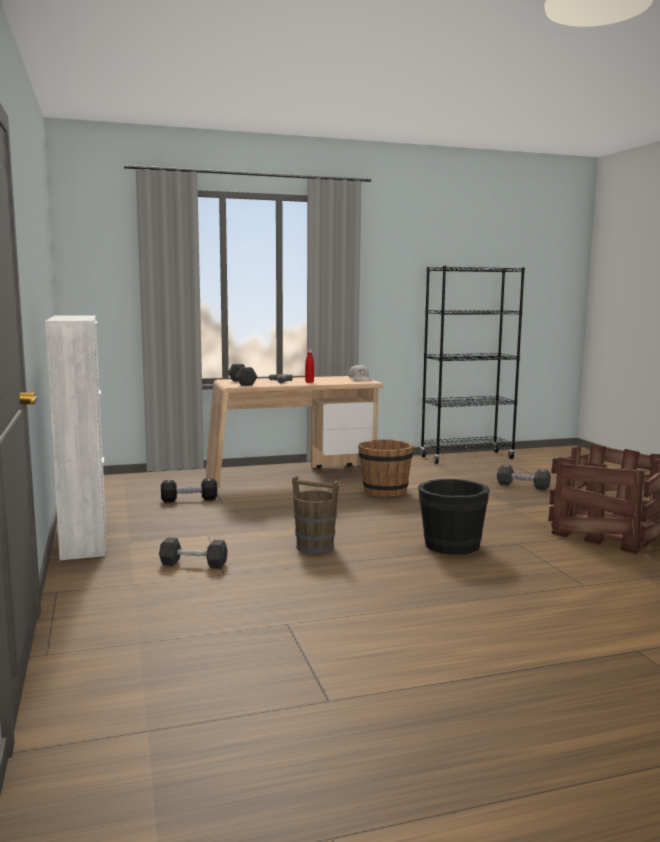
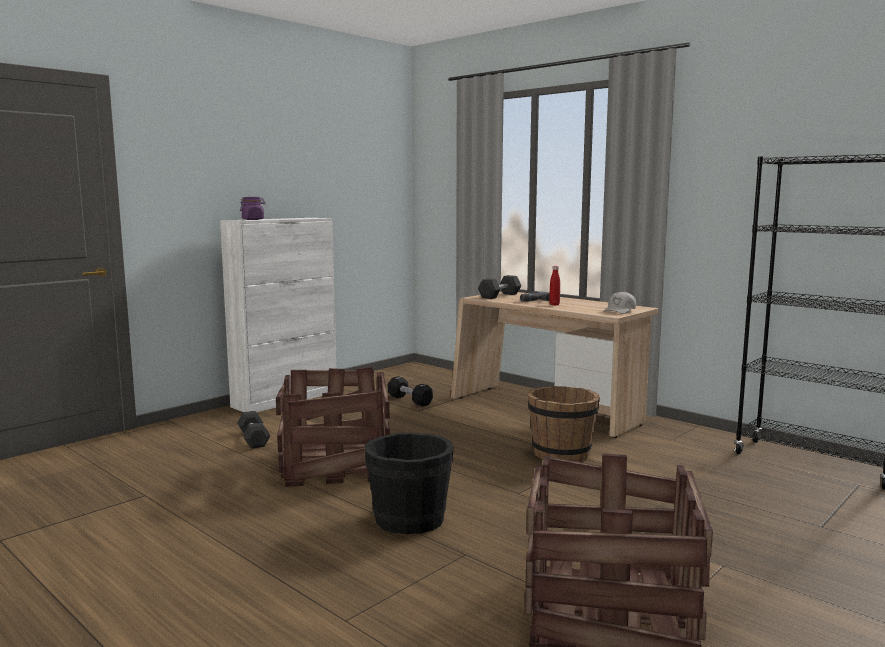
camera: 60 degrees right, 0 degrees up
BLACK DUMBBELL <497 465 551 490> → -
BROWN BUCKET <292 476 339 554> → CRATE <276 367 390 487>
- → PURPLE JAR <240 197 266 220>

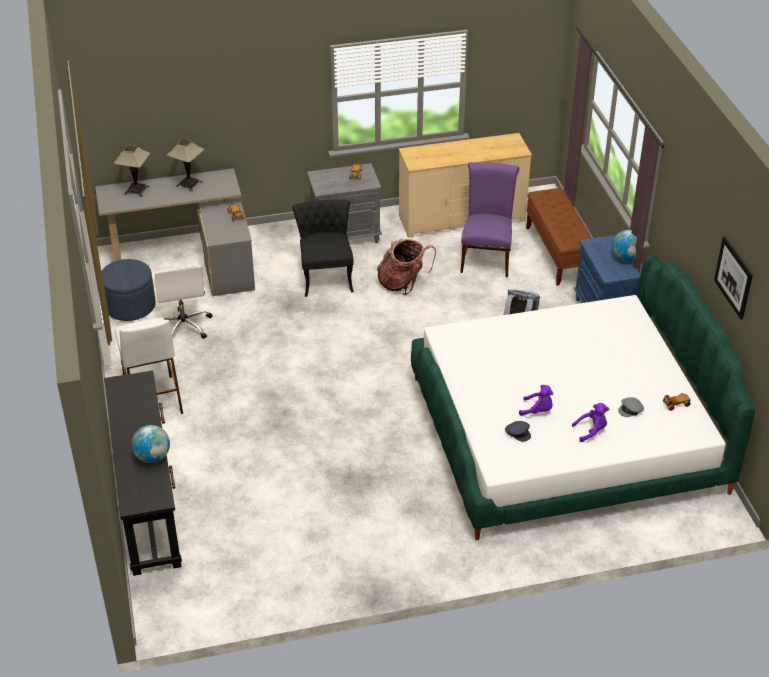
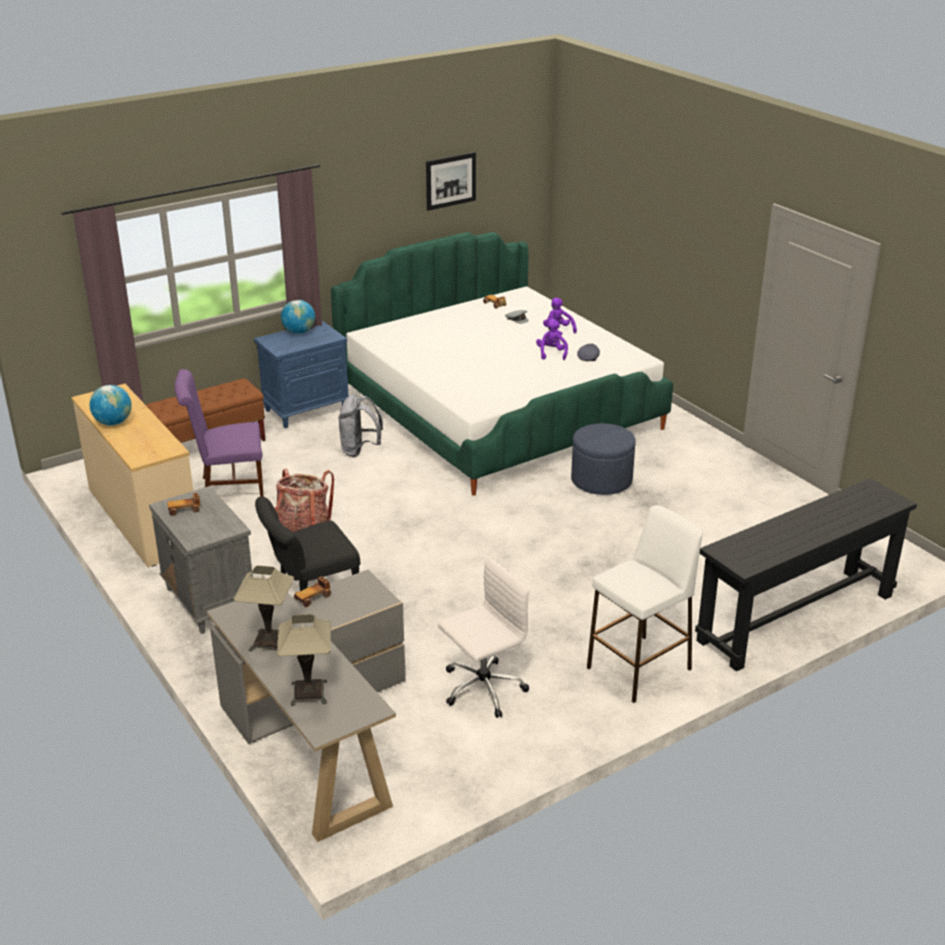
camera: 110 degrees left, 10 degrees down
BLUE OTTOMAN <102 259 155 321> → BLUE OTTOMAN <571 423 635 495>, shifted
GLOBE <131 425 170 463> → GLOBE <90 385 132 425>, shifted

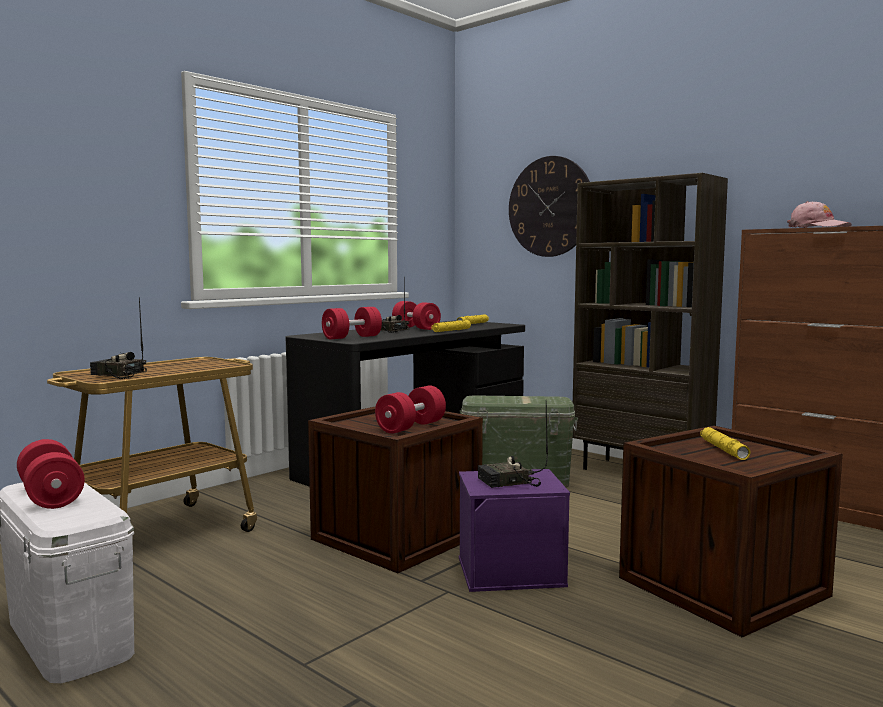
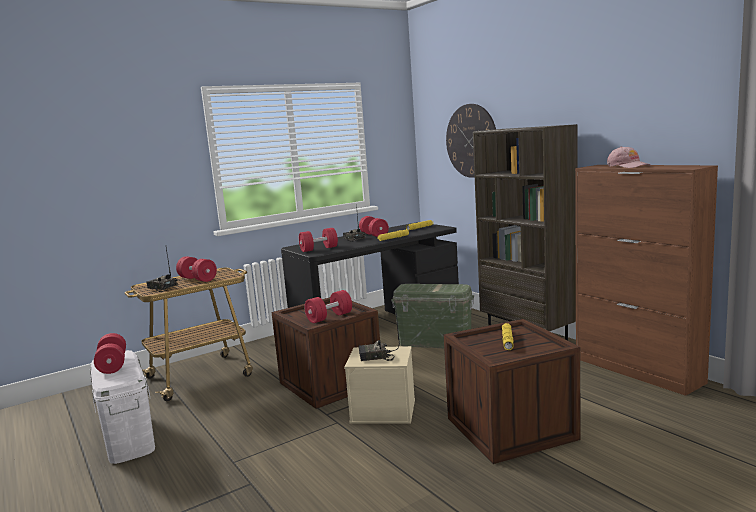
camera: 15 degrees right, 5 degrees up
PURPLE STORAGE BOX <459 469 570 592> → BEIGE STORAGE BOX <344 346 415 424>
- → RED DUMBBELL <176 256 217 282>

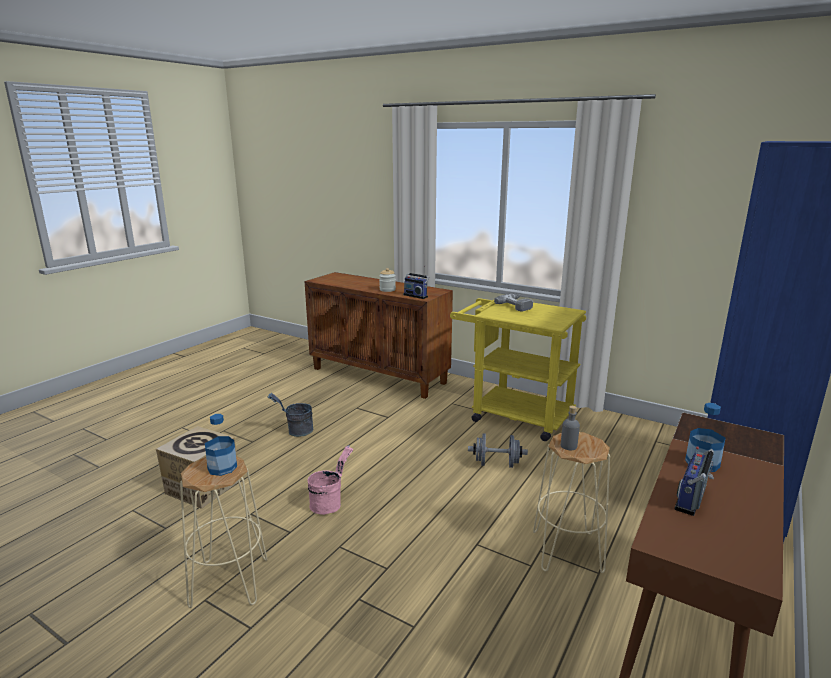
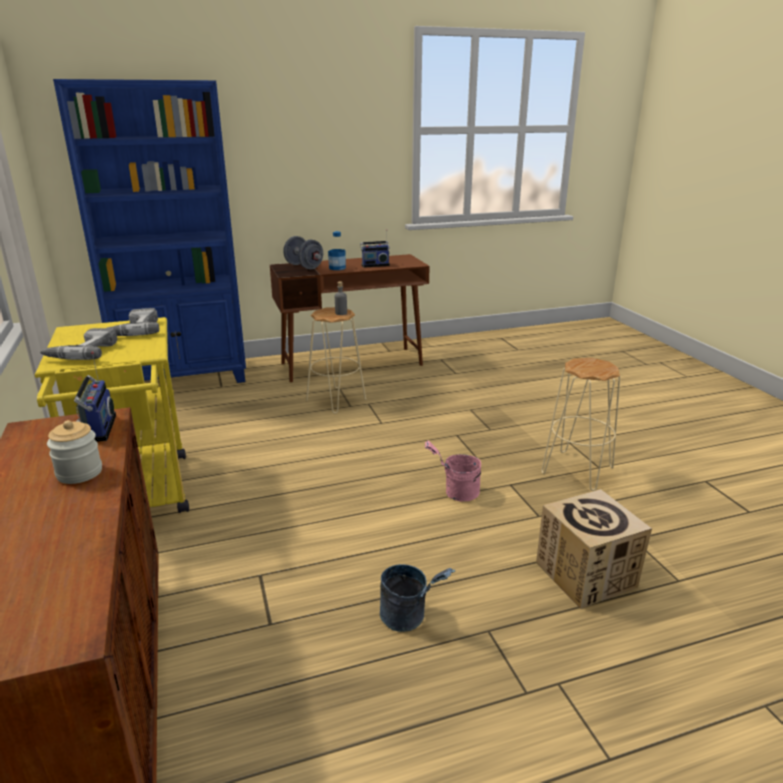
camera: 140 degrees left, 5 degrees up
BOTTLE <205 414 237 476> → -
GREY DUMBBELL <468 433 528 468> → GREY DUMBBELL <283 236 323 269>, shifted
- → POWER DRILL <107 308 159 336>

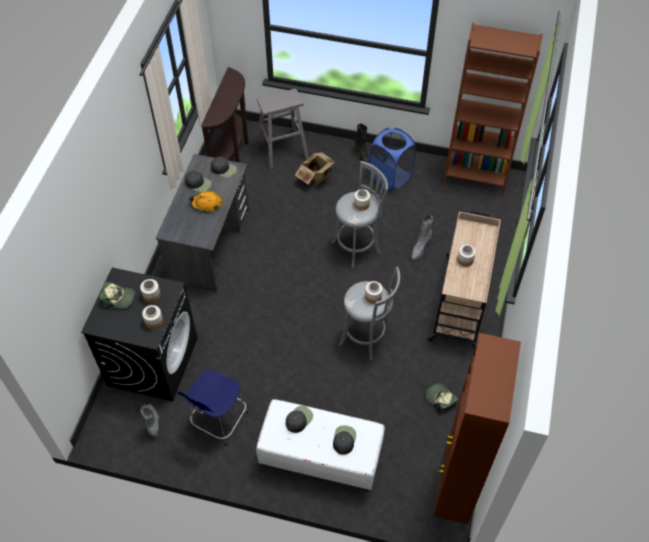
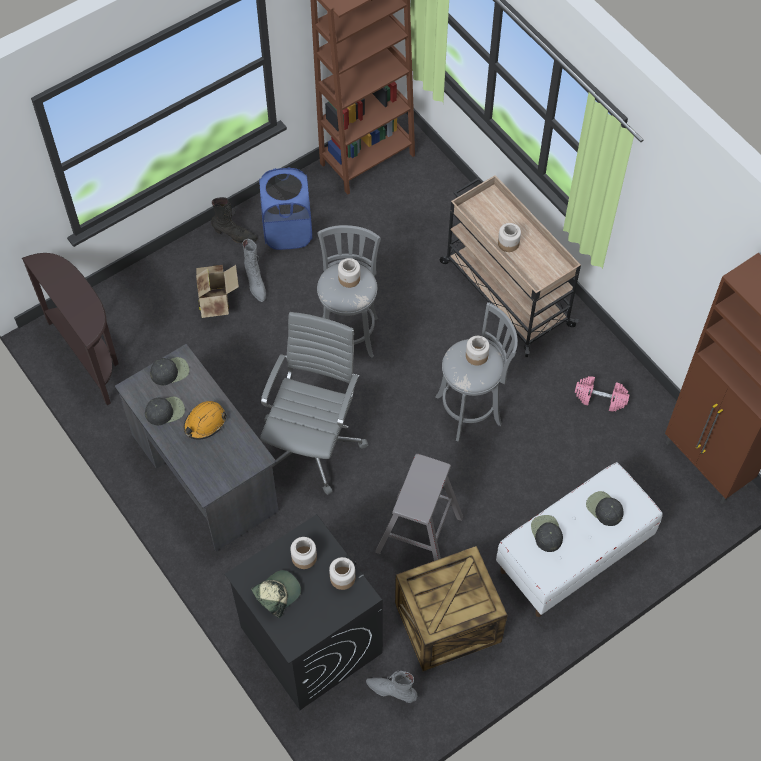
camera: 50 degrees left, 5 degrees up
GREY STOOL <257 89 309 169> → GREY STOOL <375 454 463 561>, shifted
GREY BOOT <412 215 433 260> → GREY BOOT <243 239 266 302>, shifted
BLUE STOOL <178 370 248 446> → CRATE <395 546 507 671>
CAP <426 383 459 412> → PINK DUMBBELL <575 376 629 412>
- → GREY OFFICE CHAIR <260 312 368 495>

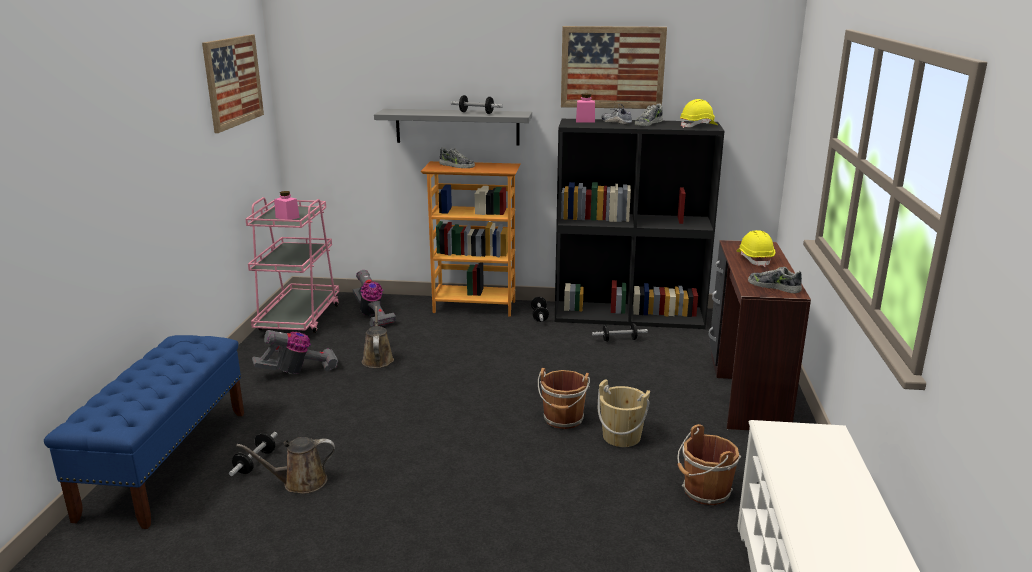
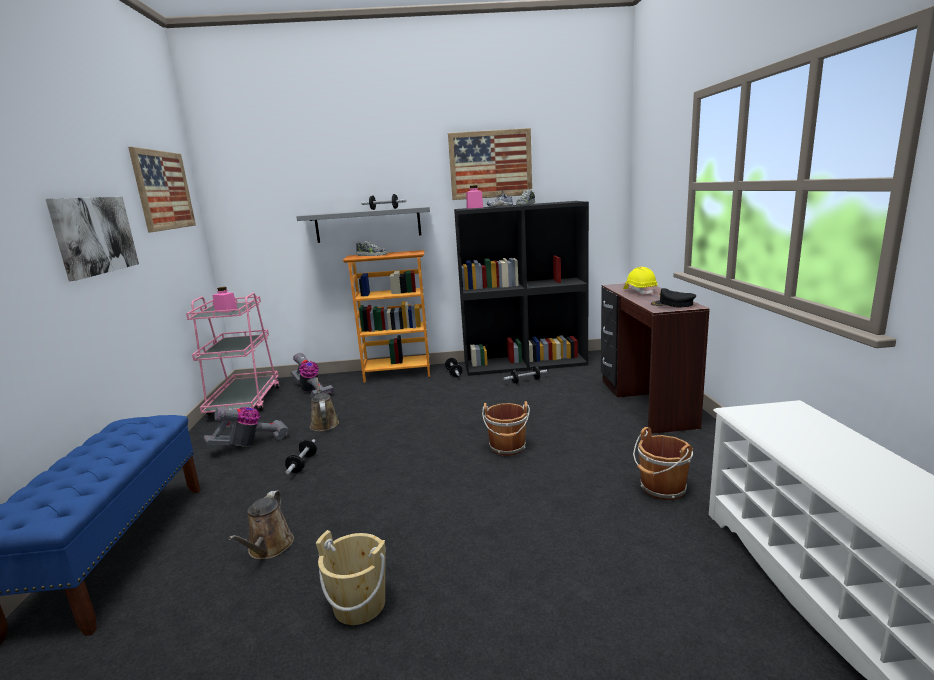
camera: 10 degrees left, 5 degrees down
YELLOW HARD HAT <680 99 718 128> → -
SHOE <748 267 802 293> → BLACK CAP <651 288 696 308>
BEIGE BUCKET <598 379 650 447> → BEIGE BUCKET <316 530 386 625>, shifted
DUMBBELL <229 432 278 476> → DUMBBELL <285 439 317 474>, shifted
BROWN WATERING CAN <236 437 335 494> → BROWN WATERING CAN <228 491 294 559>, 60 degrees counterclockwise
- → PICTURE <46 197 139 281>

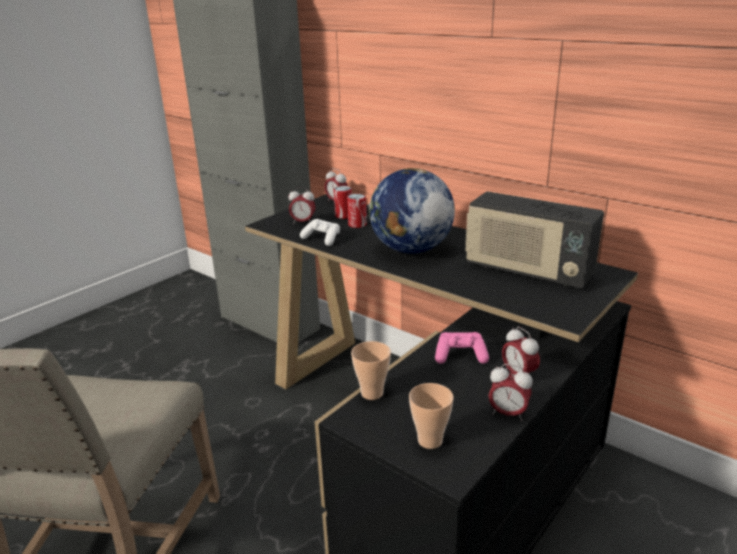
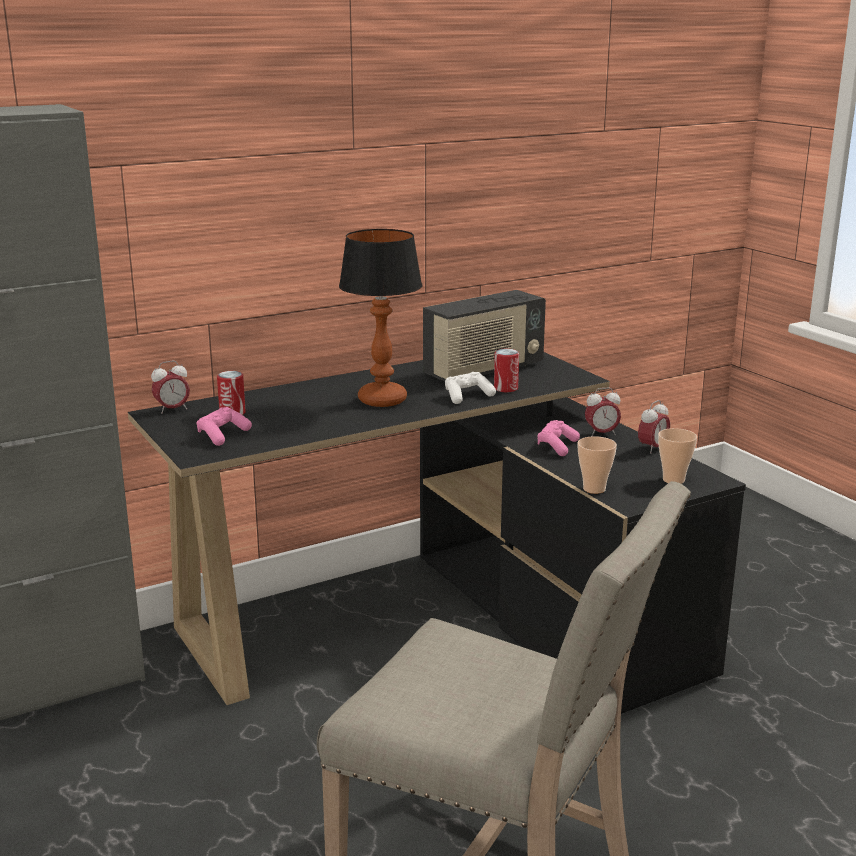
camera: 70 degrees left, 5 degrees down
GLOBE <369 168 455 254> → TABLE LAMP <339 229 422 407>
ALARM CLOCK <289 187 316 224> → PINK GAME CONTROLLER <197 407 252 446>
CAN <347 194 367 228> → CAN <494 349 519 392>, shifted
WHITE GAME CONTROLLER <300 219 340 246> → WHITE GAME CONTROLLER <445 372 496 404>, shifted

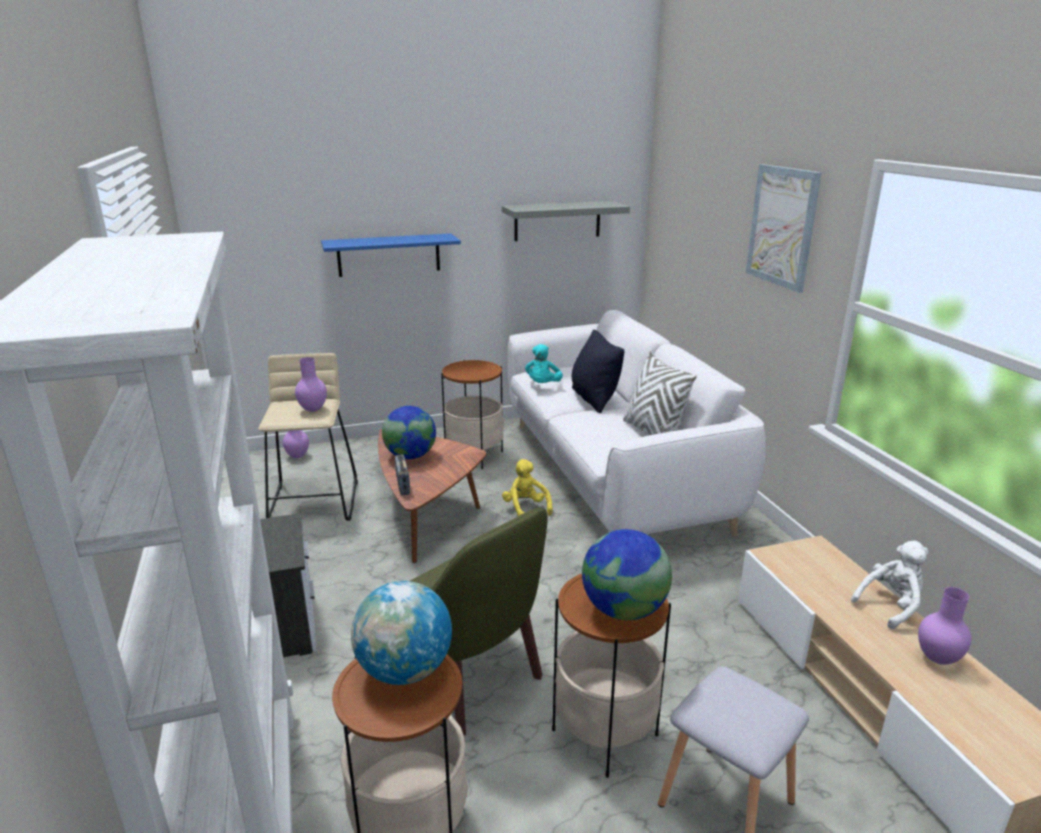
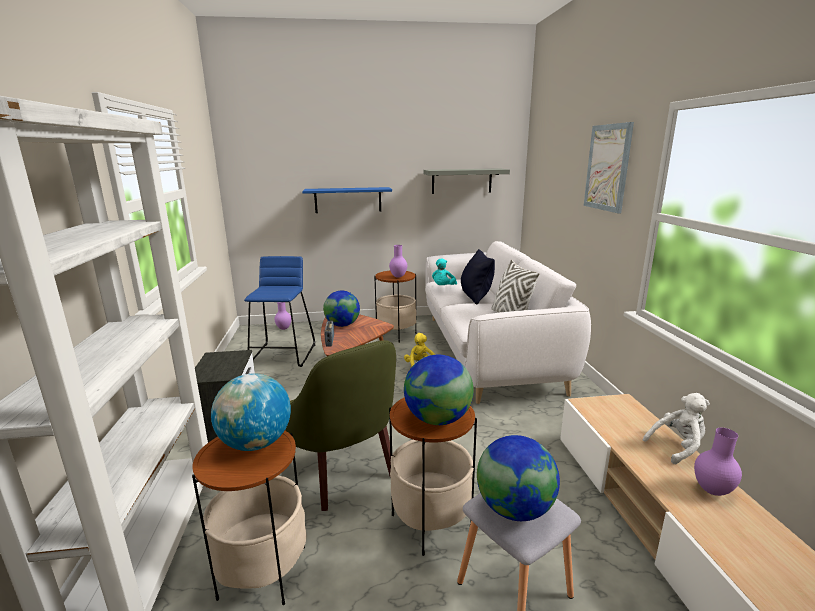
camera: 10 degrees right, 5 degrees down
BEIGE STOOL <258 353 358 521> → BLUE STOOL <244 256 315 367>
PURPLE VASE <295 357 327 412> → PURPLE VASE <389 245 407 278>, shifted
- → GLOBE <477 435 560 521>

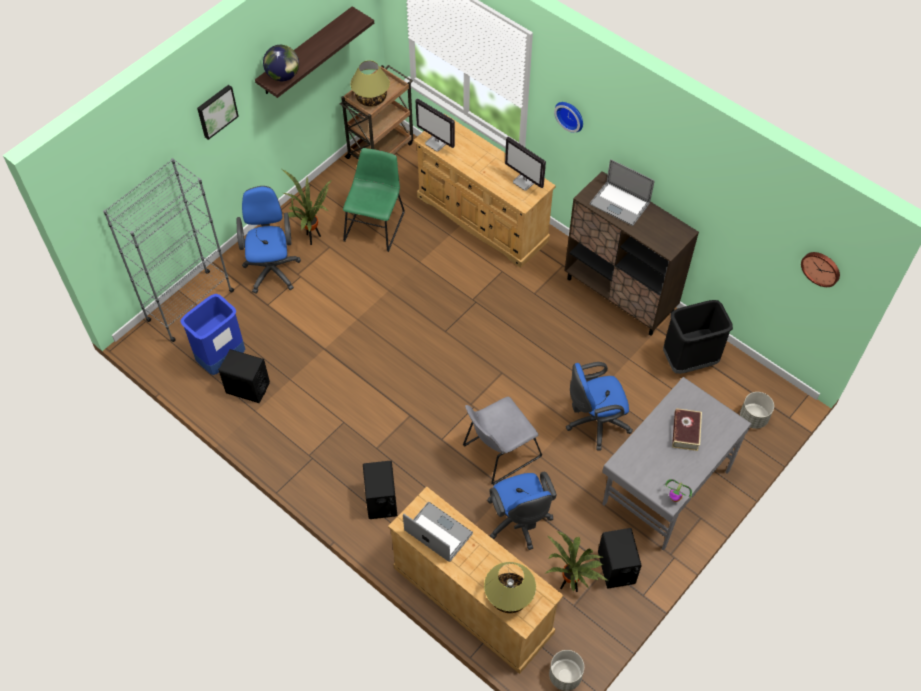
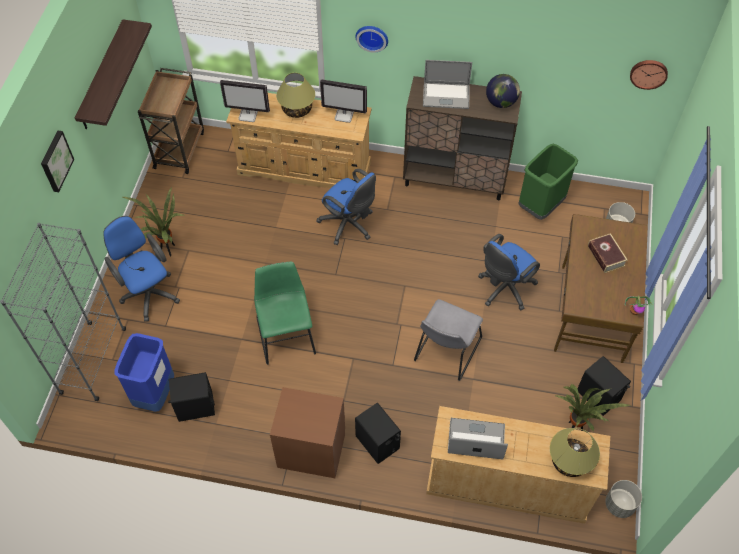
camera: 30 degrees left, 0 degrees up
GLOBE <263 45 299 81> → GLOBE <486 74 520 108>, shifted
TABLE LAMP <350 60 390 107> → TABLE LAMP <276 73 315 118>, shifted
GREEN CHAIR <343 148 405 252> → GREEN CHAIR <254 262 316 365>, shifted
BLACK TRASH CAN <663 300 733 374> → GREEN TRASH CAN <518 144 578 220>
GREY DESK <602 377 752 551> → BROWN DESK <554 214 648 363>
BLUE OFFICE CHAIR <487 471 557 550> → BLUE OFFICE CHAIR <317 169 376 245>, shifted
- → BROWN NIGHTSTAND <270 387 345 478>

